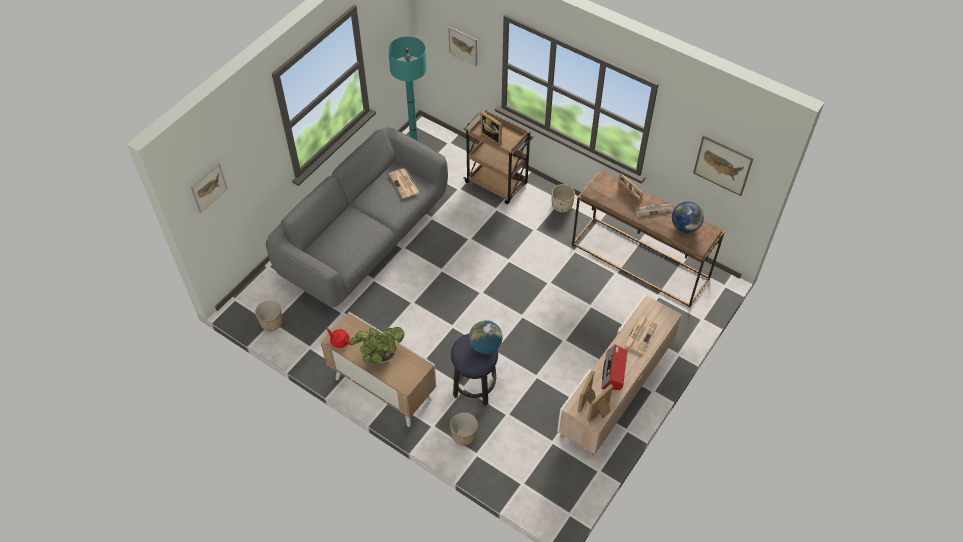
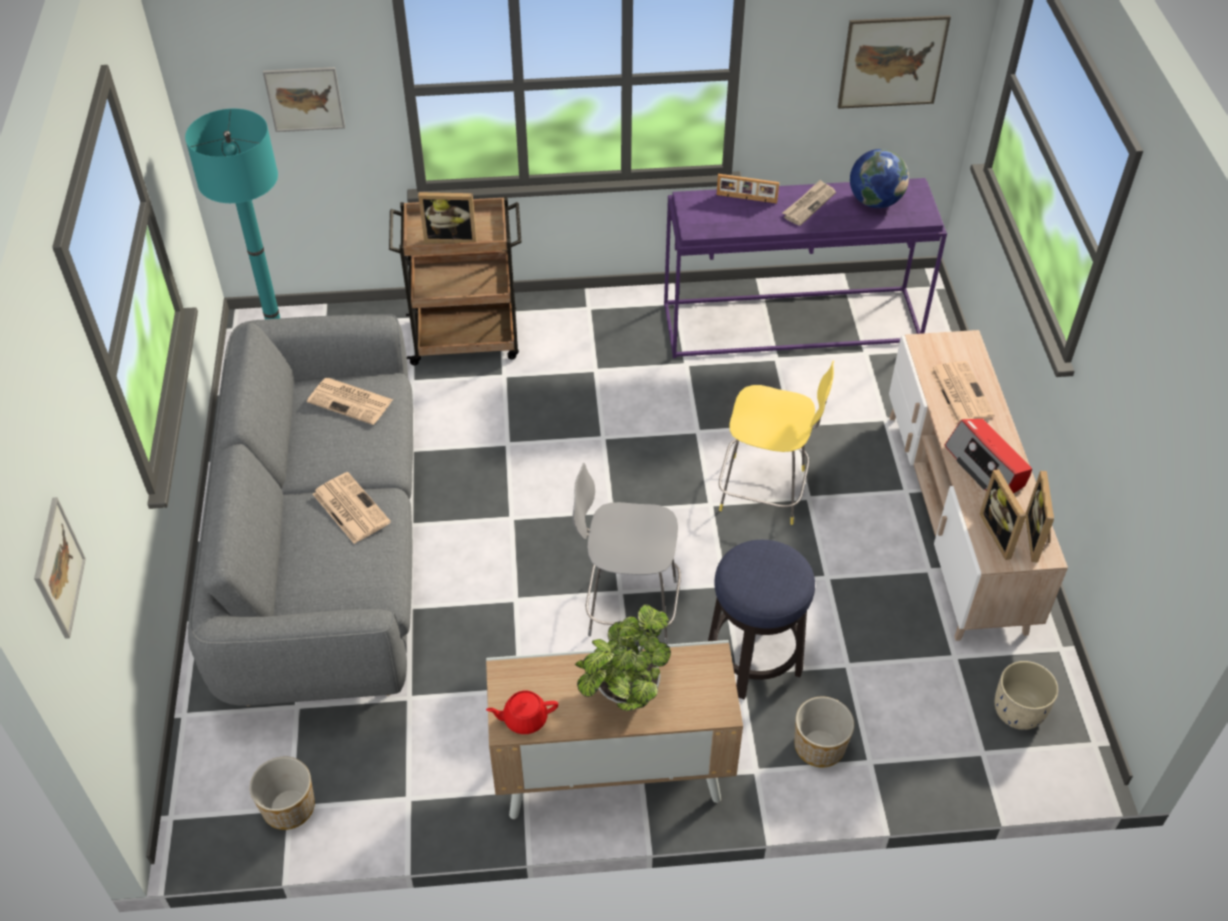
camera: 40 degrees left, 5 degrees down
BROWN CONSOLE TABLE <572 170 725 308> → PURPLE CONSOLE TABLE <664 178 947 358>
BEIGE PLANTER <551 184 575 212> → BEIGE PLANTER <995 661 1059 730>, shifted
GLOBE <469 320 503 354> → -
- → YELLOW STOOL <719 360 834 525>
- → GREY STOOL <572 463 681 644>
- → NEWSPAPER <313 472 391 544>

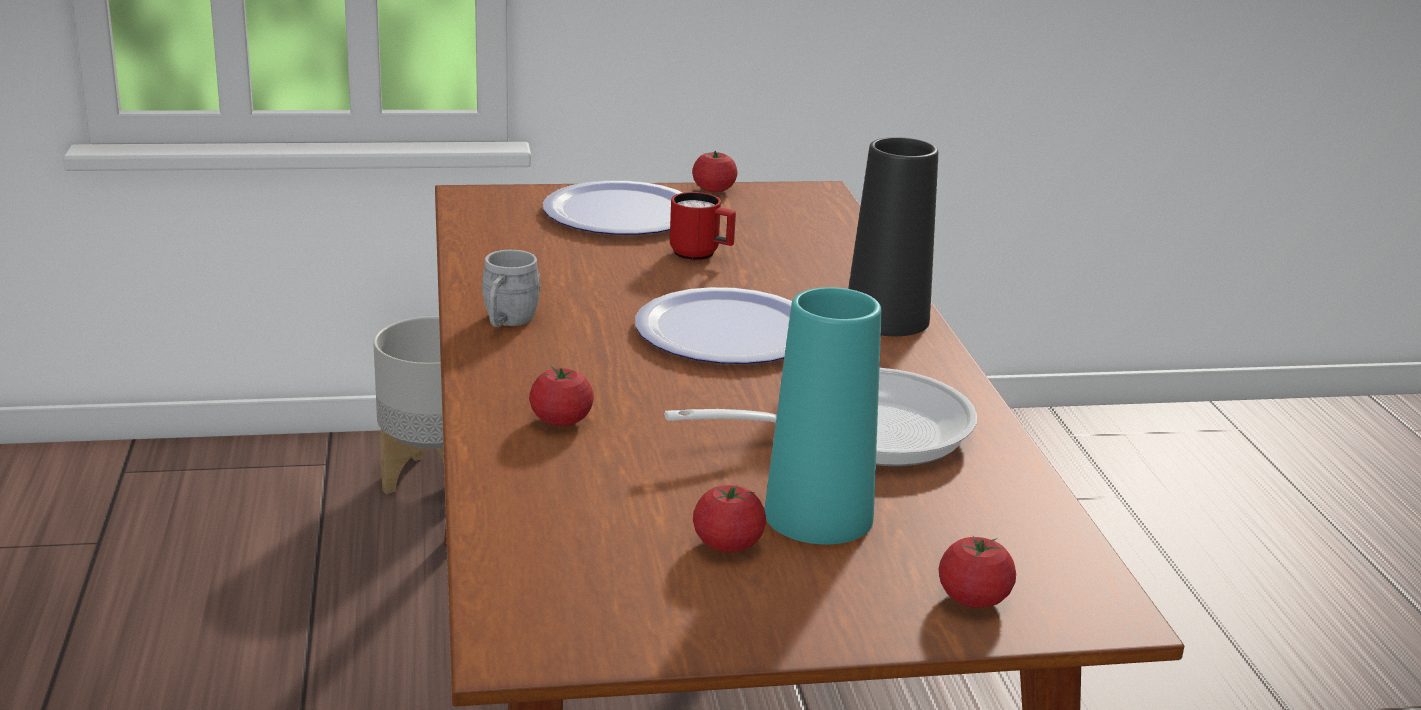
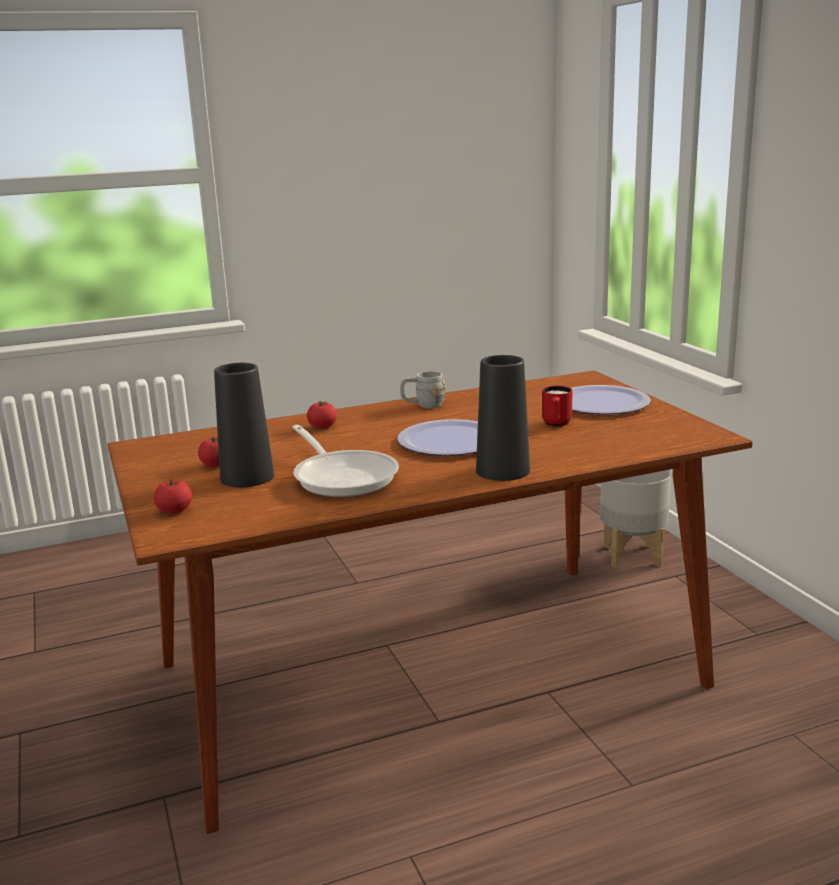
camera: 80 degrees right, 5 degrees down
TOMATO <692 151 738 192> → -
TURQUOISE VASE <765 287 881 545> → BLACK VASE <214 363 274 488>

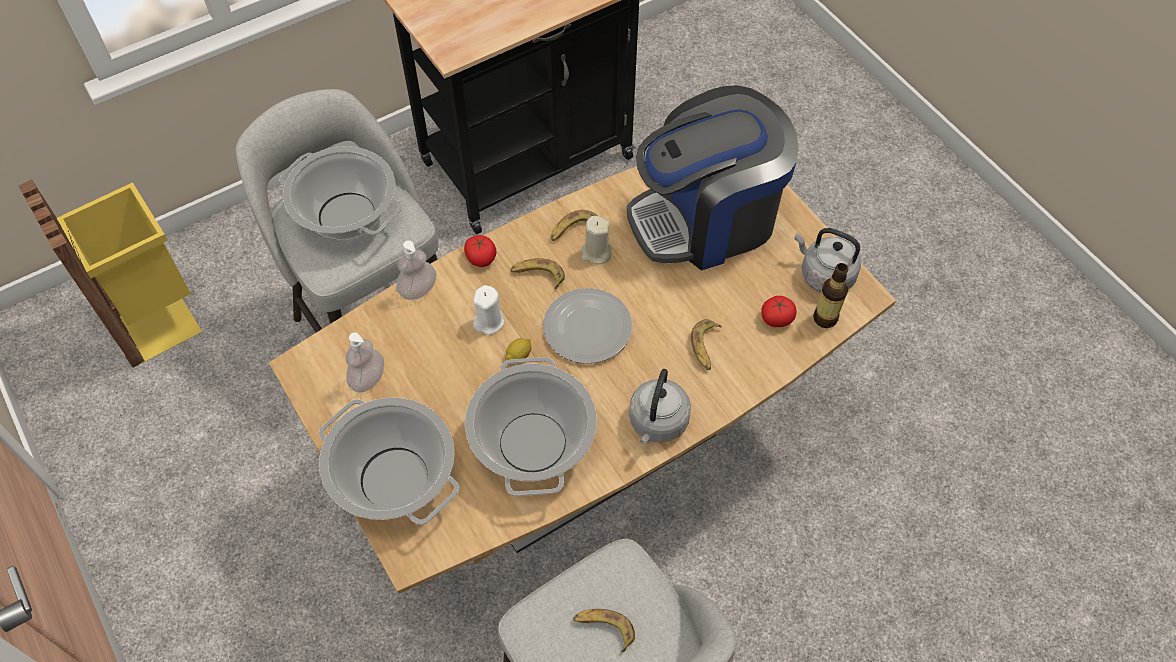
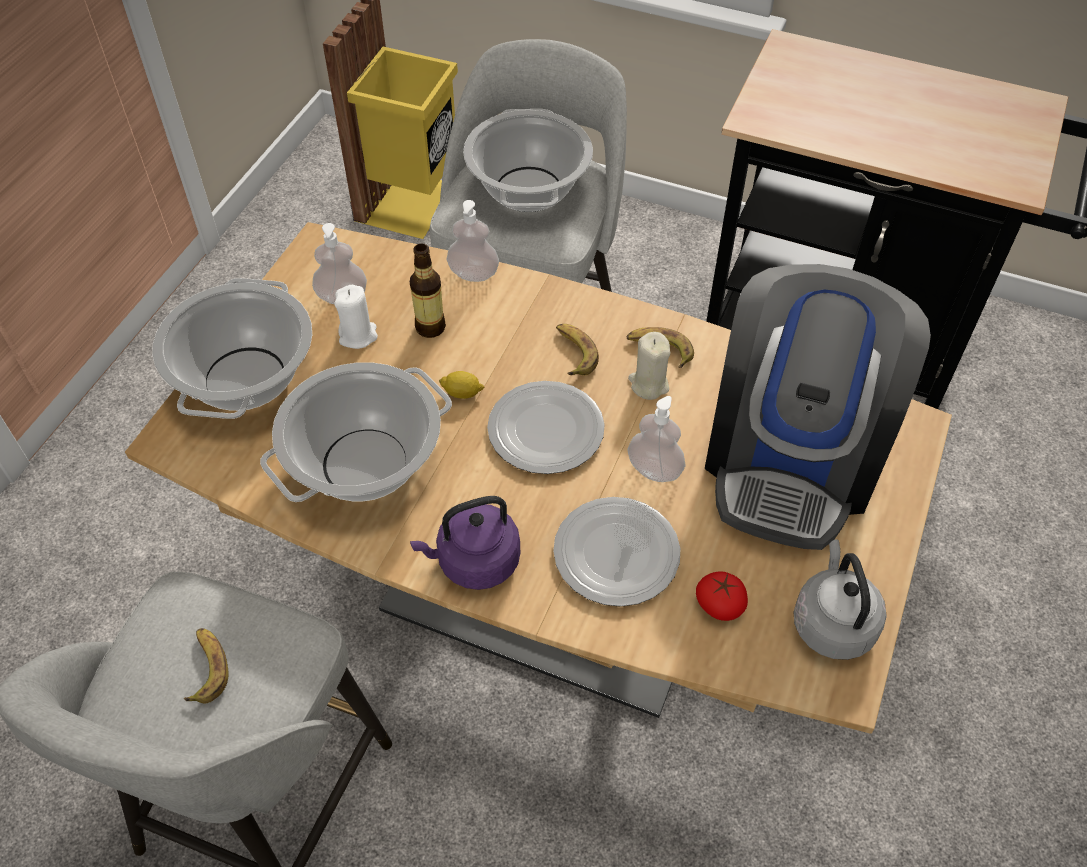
camera: 55 degrees right, 5 degrees down
COFFEE MACHINE <627 85 798 271> → COFFEE MACHINE <705 264 931 550>, 105 degrees counterclockwise
TOMATO <464 235 496 267> → -
BOTTLE <813 263 848 328> → BOTTLE <410 243 446 338>, shifted
WHITE CANDLE <473 285 504 335> → WHITE CANDLE <334 285 378 349>, shifted
BANANA <691 319 722 370> → PLATE <553 497 680 607>
GREY KETTLE <629 369 691 444> → PURPLE KETTLE <410 496 520 590>
- → SOAP DISPENSER <627 396 686 482>

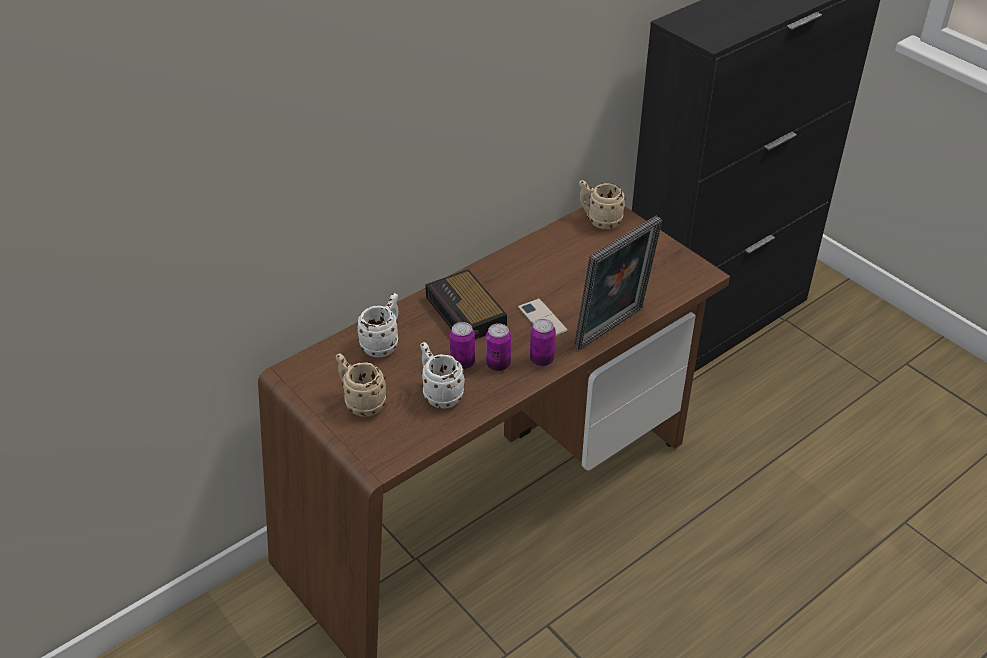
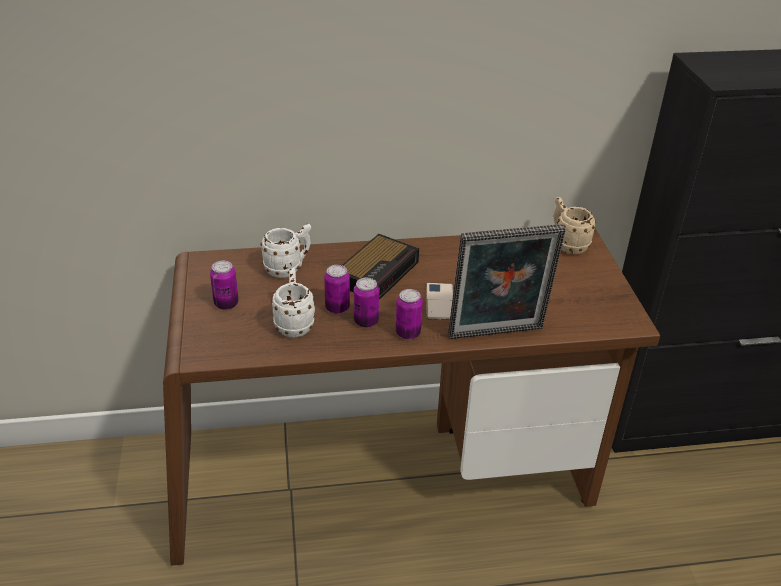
camera: 30 degrees right, 5 degrees down
ALARM CLOCK <425 269 507 340> → ALARM CLOCK <342 234 419 300>, 150 degrees counterclockwise
BEIGE MUG <336 353 386 417> → CAN <210 261 239 310>

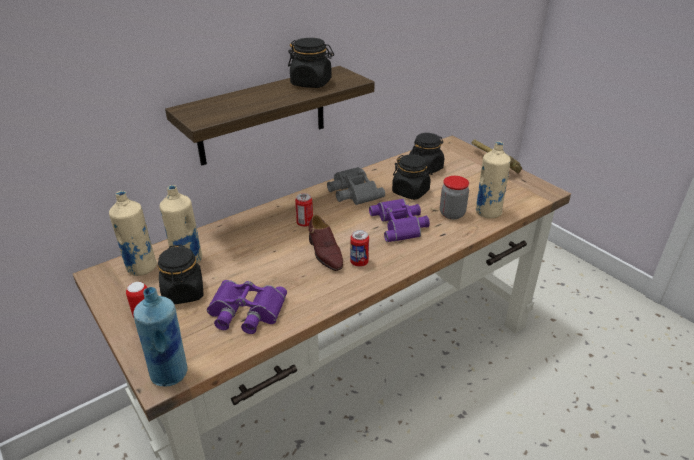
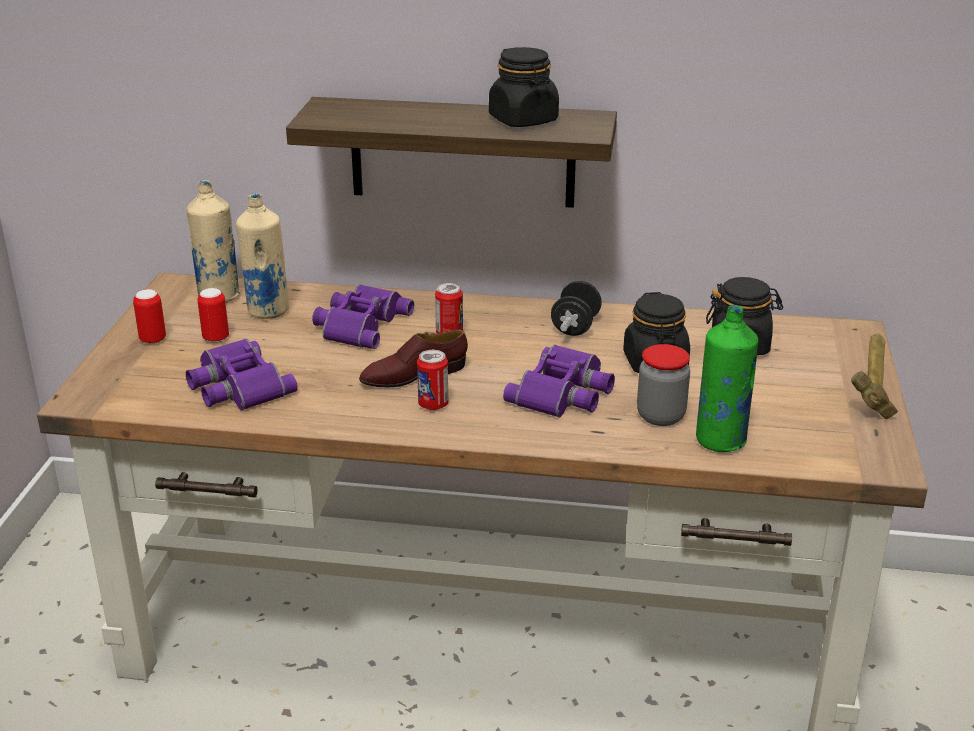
camera: 45 degrees right, 5 degrees down
BEIGE BOTTLE <476 141 511 219> → GREEN BOTTLE <696 305 758 452>
GREY BINOCULARS <327 167 385 205> → BLACK DUMBBELL <551 281 602 336>
BROWN SHOE <308 215 343 271> → BROWN SHOE <359 330 468 387>, 45 degrees clockwise
BLACK JAR <158 245 204 304> → CAN <197 288 229 343>
BLUE BOTTLE <133 287 188 387> → -
- → PURPLE BINOCULARS <312 284 414 349>

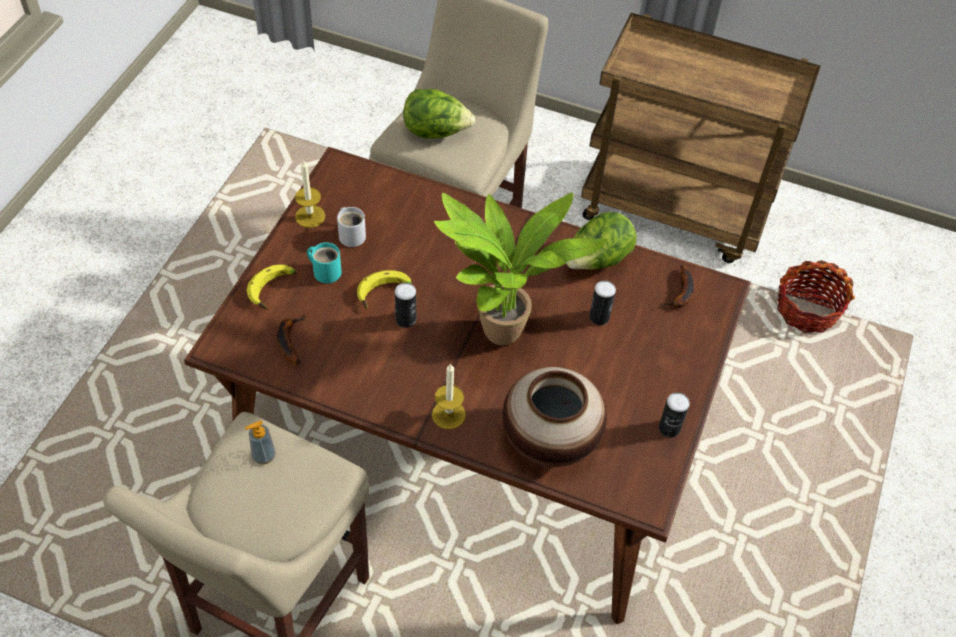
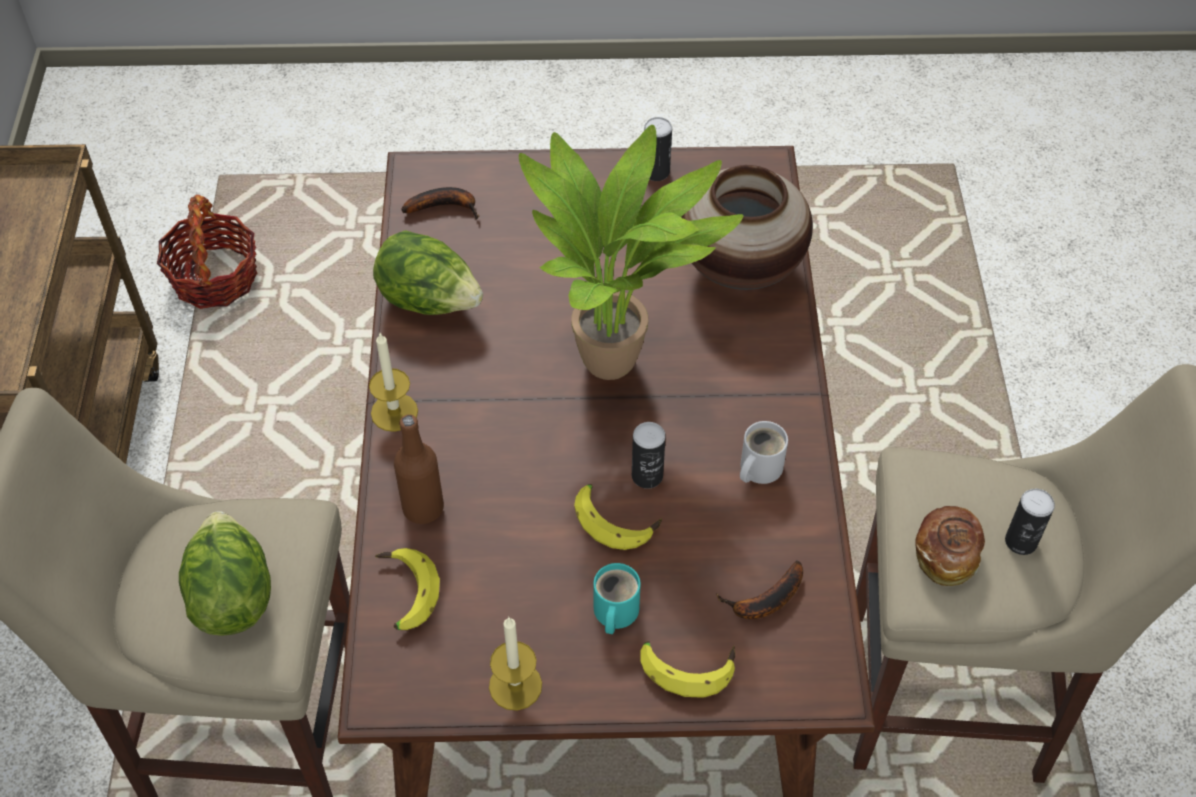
camera: 110 degrees left, 0 degrees up
WHITE MUG <337 207 366 247> → WHITE MUG <740 421 788 484>, shifted
CAN <589 280 616 325> → CAN <1005 489 1055 555>, shifted
CANDLE <432 363 466 429> → CANDLE <369 333 418 432>, shifted
SOAP DISPENSER <245 420 276 465> → BREAD <915 506 985 586>
- → BROWN BOTTLE <394 414 444 524>
- → BANANA <375 548 440 630>

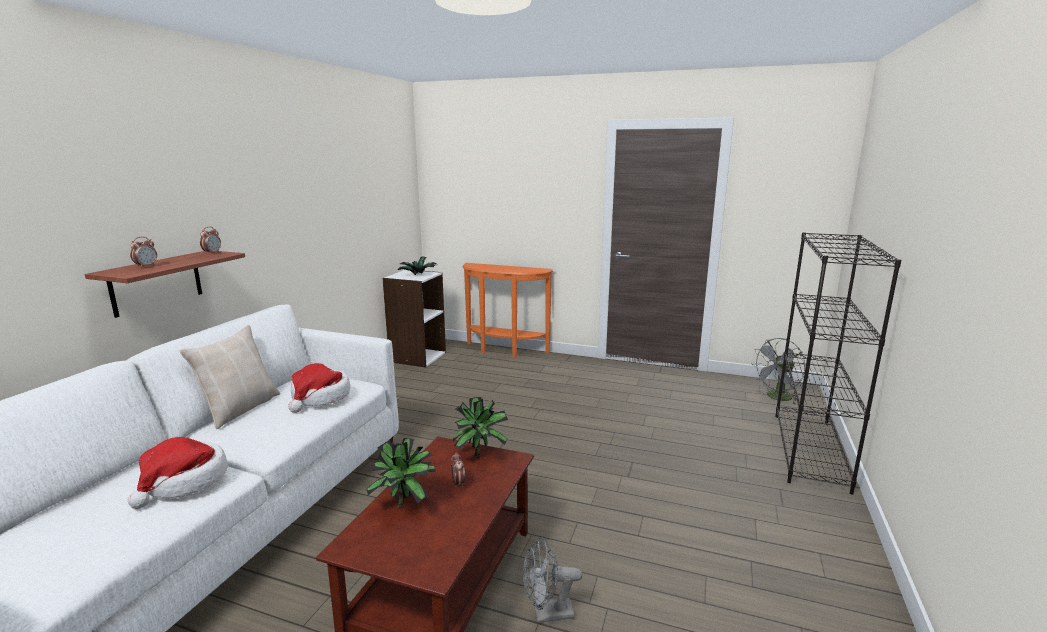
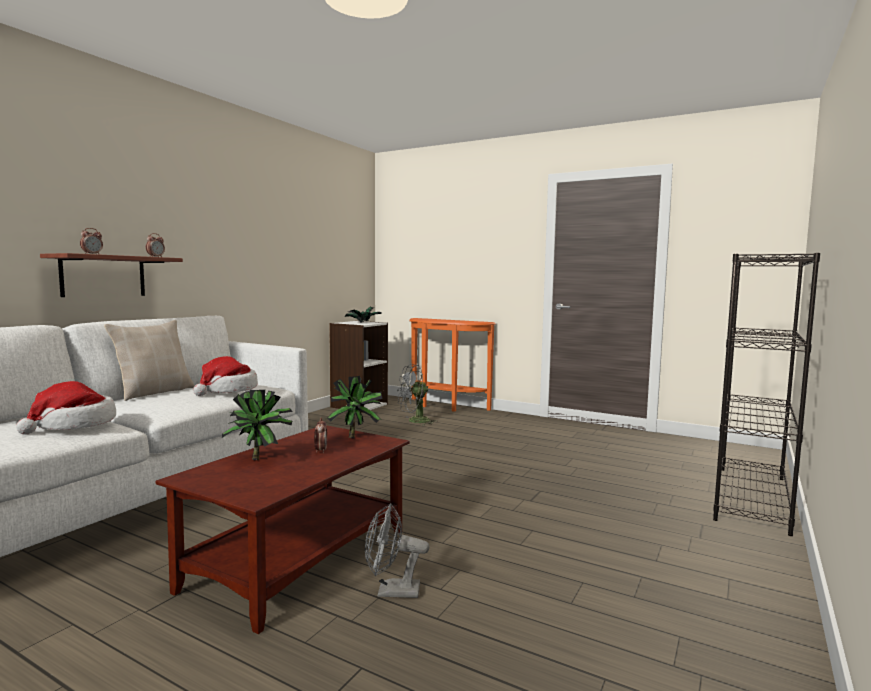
camera: 10 degrees right, 10 degrees down
GREY FAN <753 338 805 405> → GREY FAN <397 364 438 426>, shifted

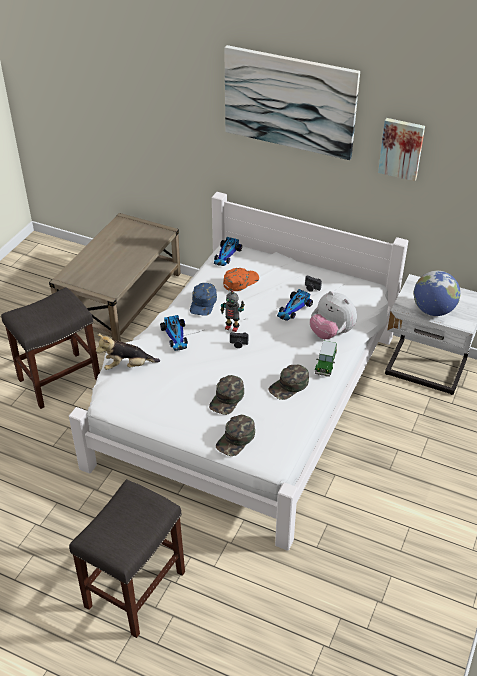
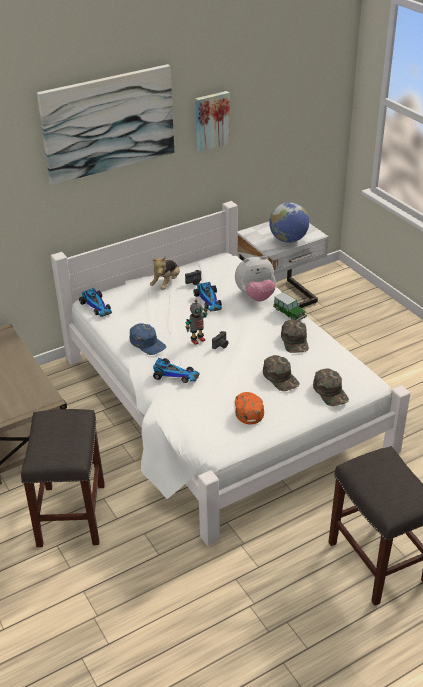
camera: 55 degrees left, 5 degrees down
ORANGE CAP <223 268 259 291> → ORANGE CAP <235 392 264 425>, shifted
PLUSH TOY <96 334 160 370> → PLUSH TOY <150 257 180 290>, shifted

